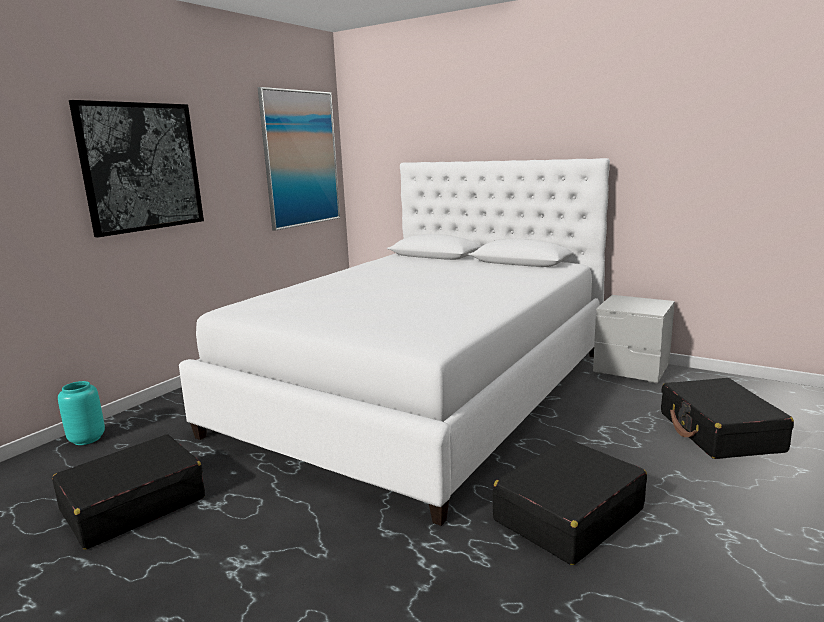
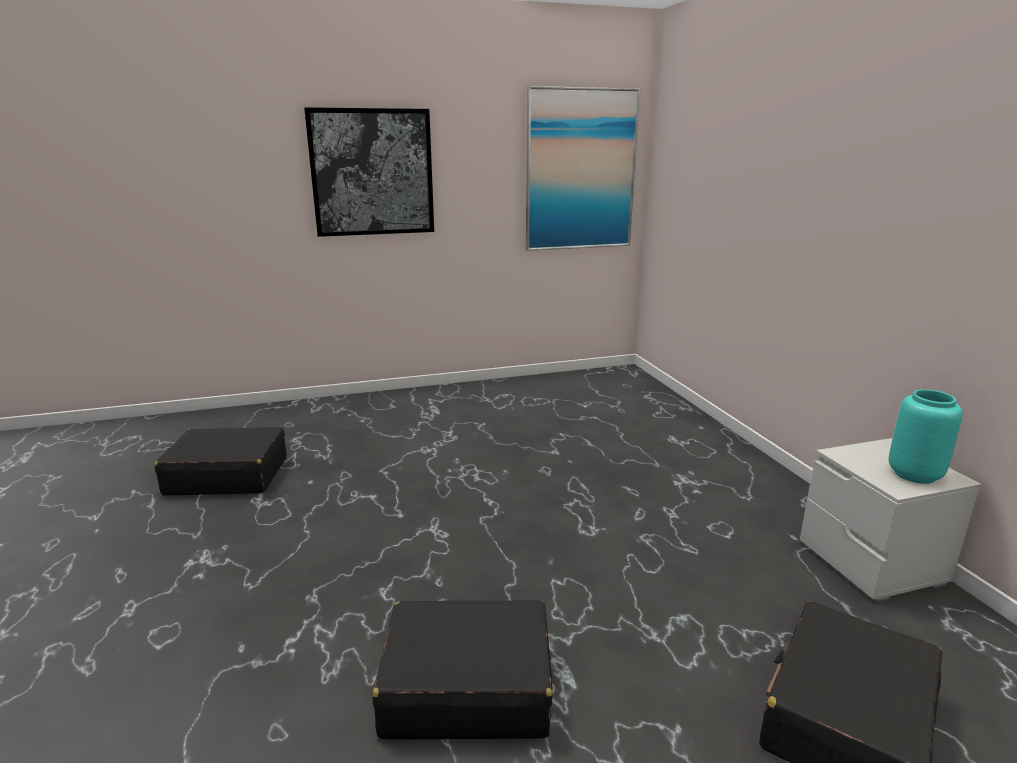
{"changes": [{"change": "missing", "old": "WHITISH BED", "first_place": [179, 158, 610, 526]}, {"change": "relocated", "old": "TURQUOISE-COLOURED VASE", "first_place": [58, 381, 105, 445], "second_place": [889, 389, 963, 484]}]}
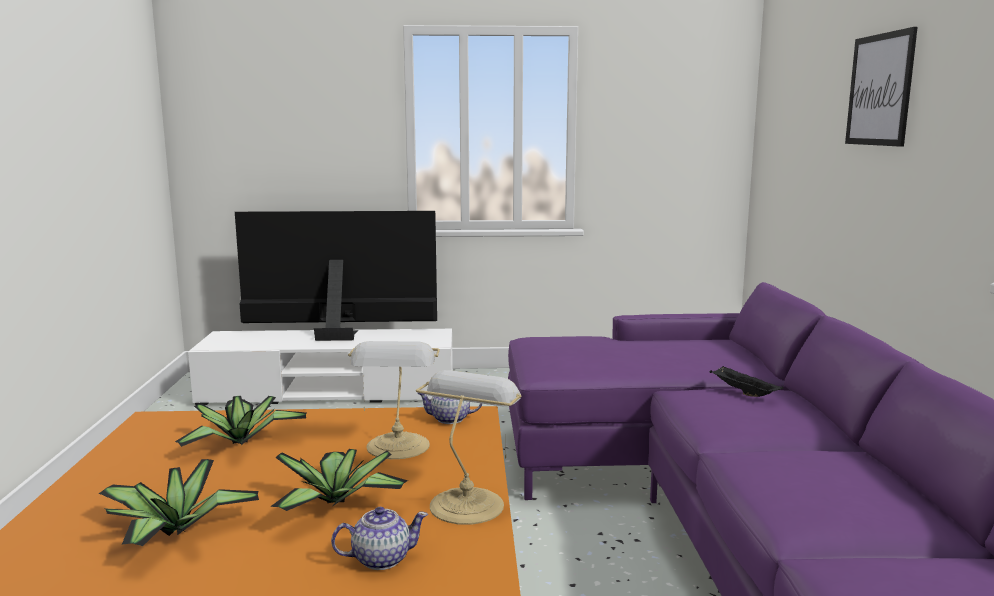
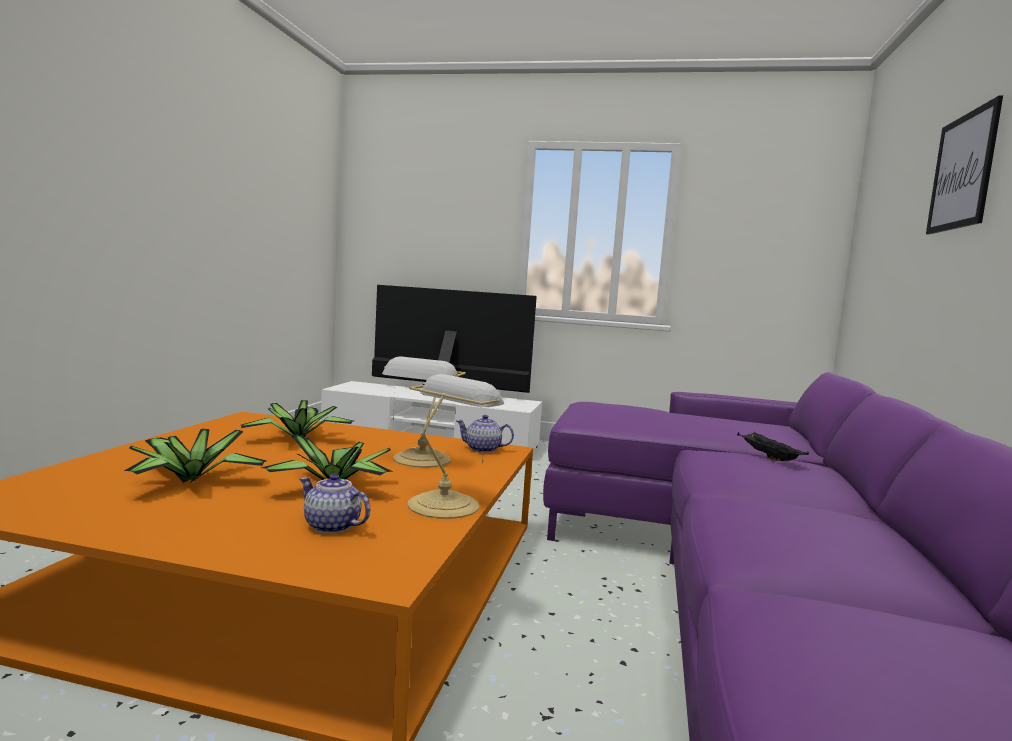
{"changes": [{"change": "spun", "old": "TEA POT", "first_place": [331, 507, 428, 570], "second_place": [300, 474, 370, 534], "degrees": -150}]}
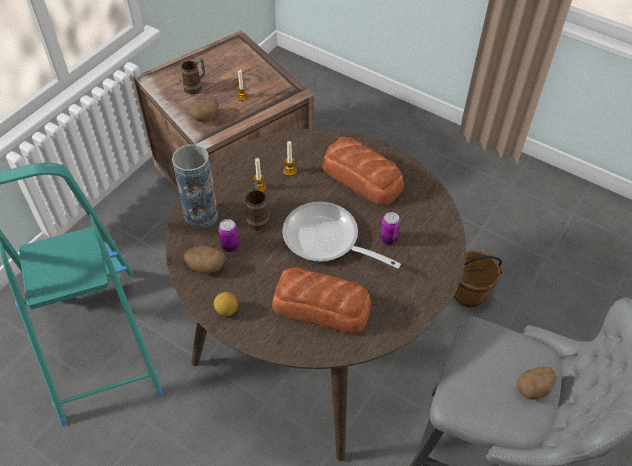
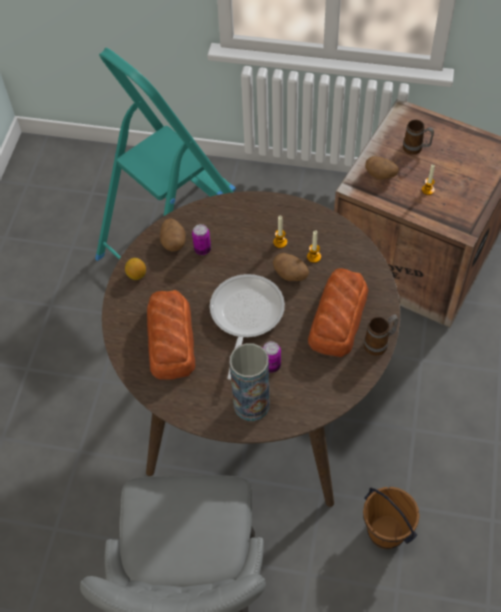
{"changes": [{"change": "relocated", "old": "VASE", "first_place": [172, 144, 218, 229], "second_place": [230, 343, 270, 421]}, {"change": "relocated", "old": "COFFEE MUG", "first_place": [245, 182, 269, 230], "second_place": [364, 315, 399, 356]}, {"change": "relocated", "old": "POTATO", "first_place": [517, 366, 556, 400], "second_place": [273, 253, 309, 281]}]}
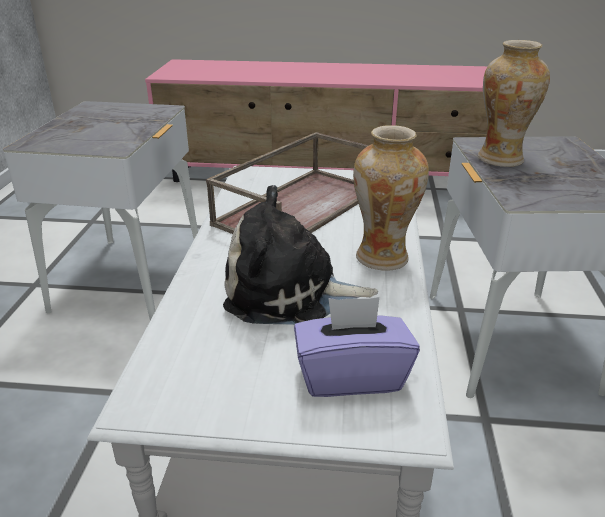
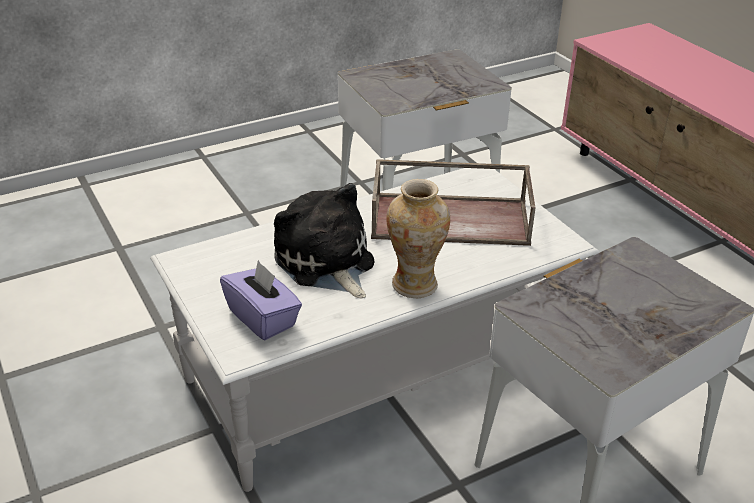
{"changes": [{"change": "missing", "old": "VASE", "first_place": [478, 40, 550, 167]}]}
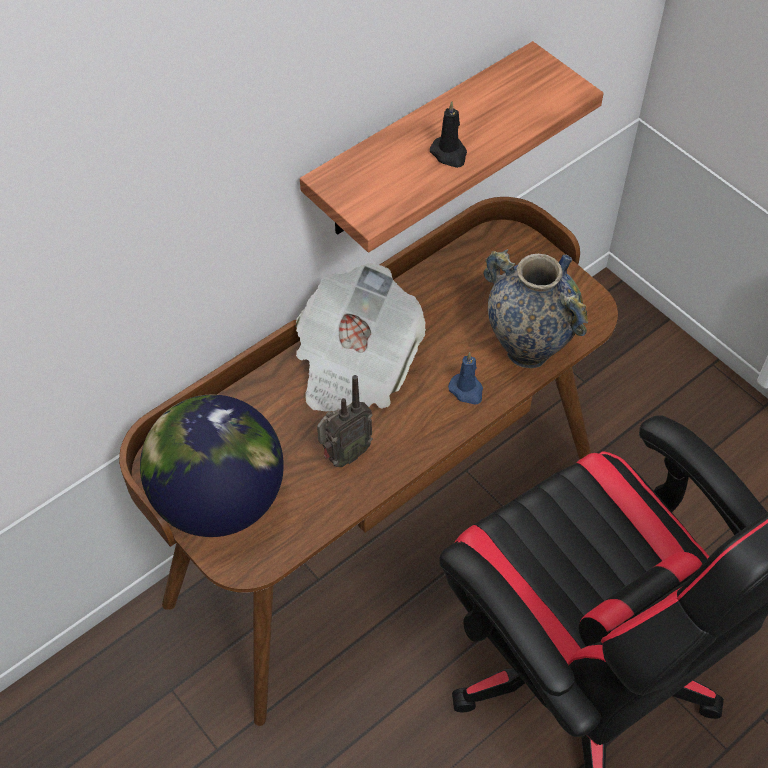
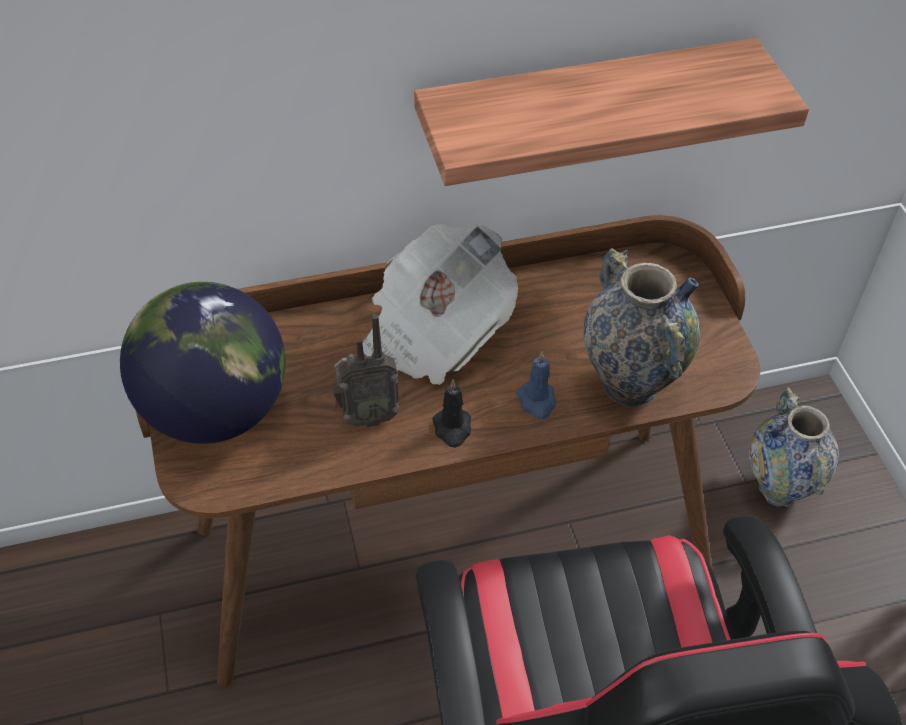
{"changes": [{"change": "relocated", "old": "BLACKISH WAX LIGHT", "first_place": [430, 101, 467, 168], "second_place": [432, 379, 471, 448]}, {"change": "appeared", "new": "VASE", "second_place": [749, 387, 839, 507]}]}
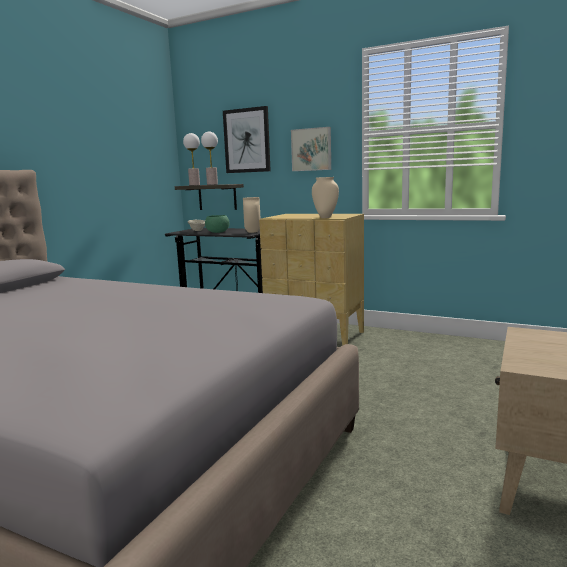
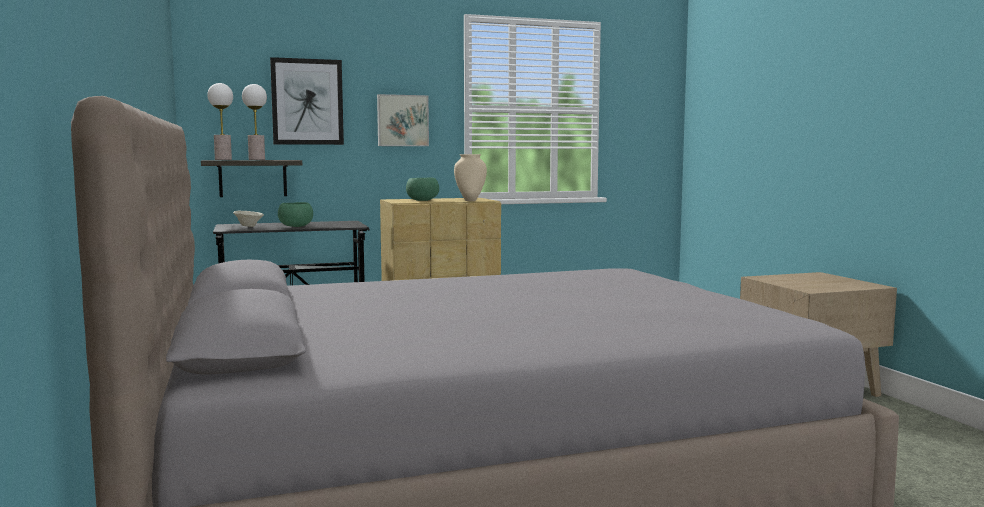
{"changes": [{"change": "missing", "old": "BEIGE-COLOURED VASE", "first_place": [243, 197, 261, 233]}, {"change": "appeared", "new": "GREEN-COLOURED DEEP DISH", "second_place": [406, 177, 439, 201]}]}
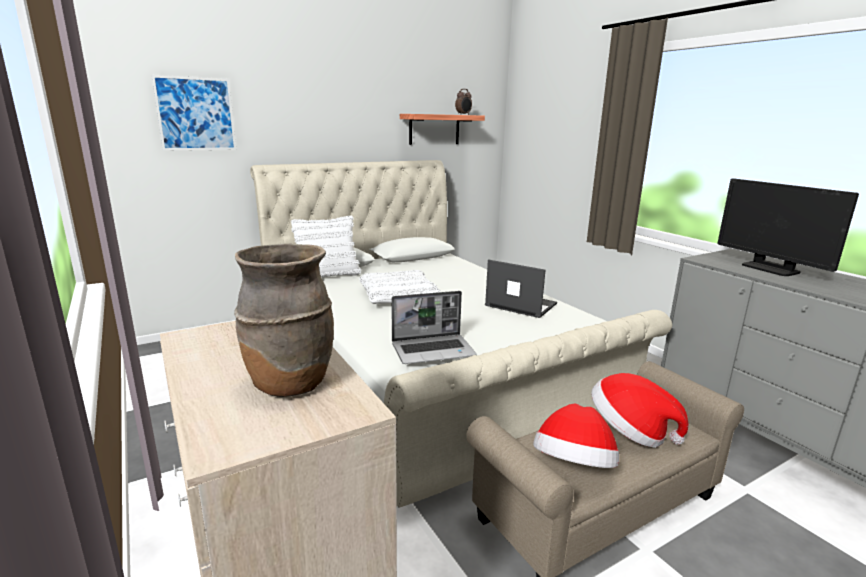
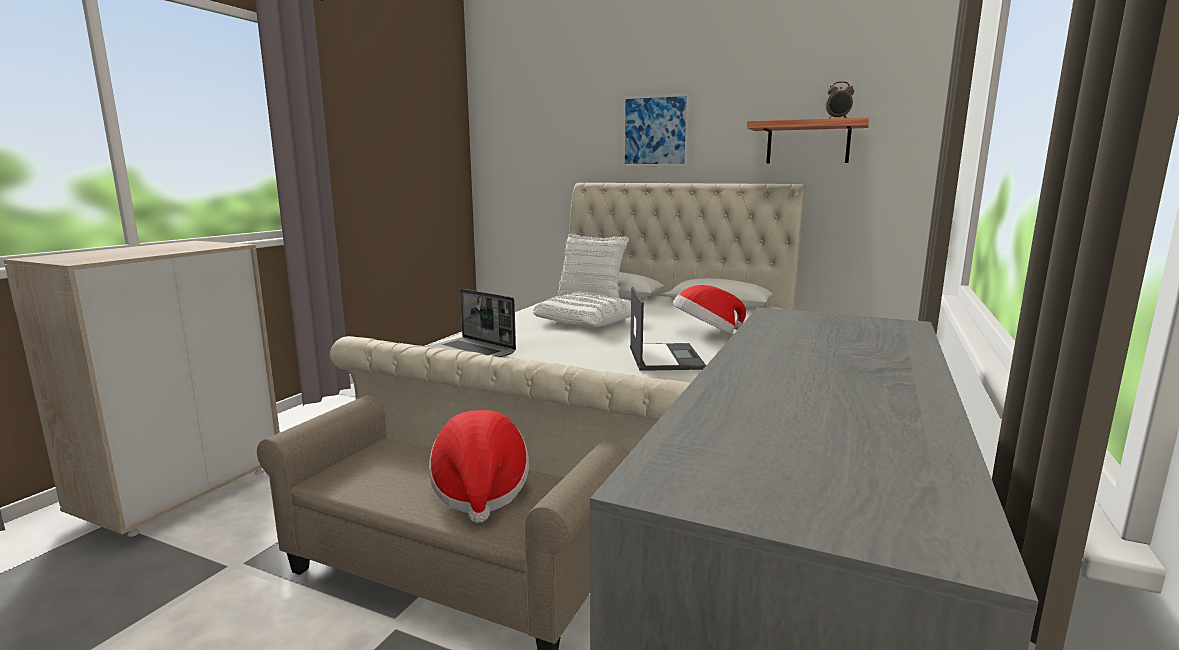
{"changes": [{"change": "relocated", "old": "PICTURE", "first_place": [151, 75, 236, 151], "second_place": [622, 93, 690, 167]}, {"change": "missing", "old": "COMPUTER SCREEN", "first_place": [717, 179, 859, 276]}, {"change": "missing", "old": "BROWNISH VASE", "first_place": [234, 243, 334, 397]}, {"change": "relocated", "old": "CLOTHING HAT", "first_place": [533, 403, 619, 468], "second_place": [672, 285, 746, 334]}]}
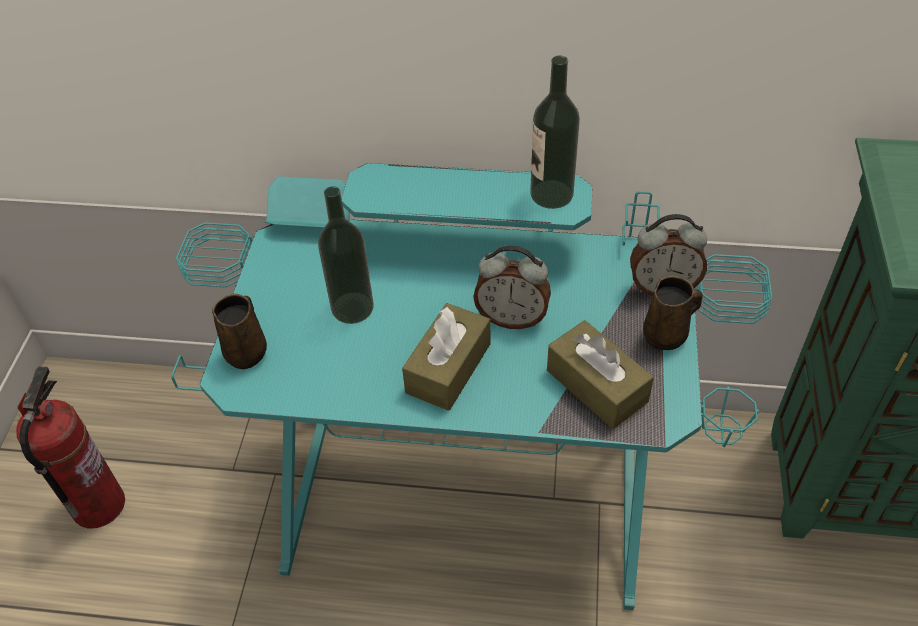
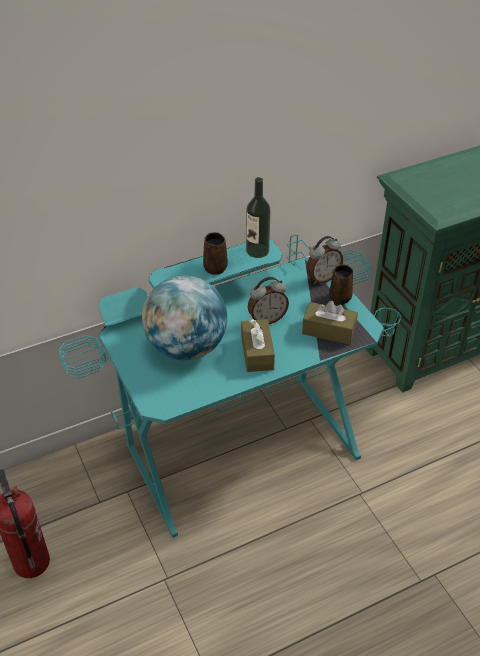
{"changes": [{"change": "exchanged", "old": "DRINK BOTTLE", "new": "GLOBE", "first_place": [318, 186, 374, 324], "second_place": [142, 275, 227, 361]}, {"change": "relocated", "old": "BROWNISH COFFEE MUG", "first_place": [212, 294, 267, 369], "second_place": [203, 232, 228, 275]}]}
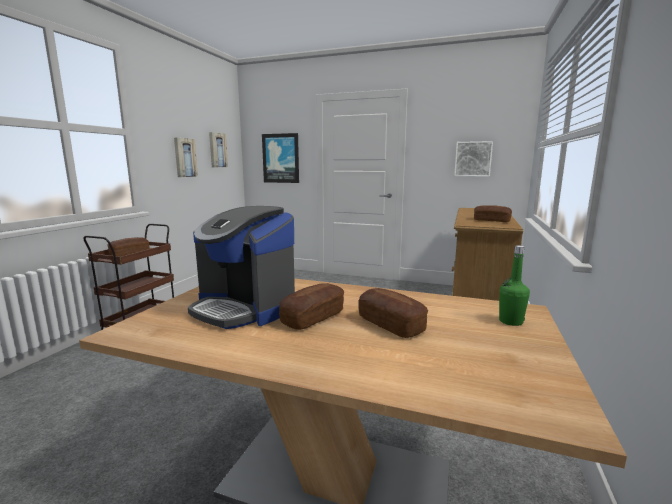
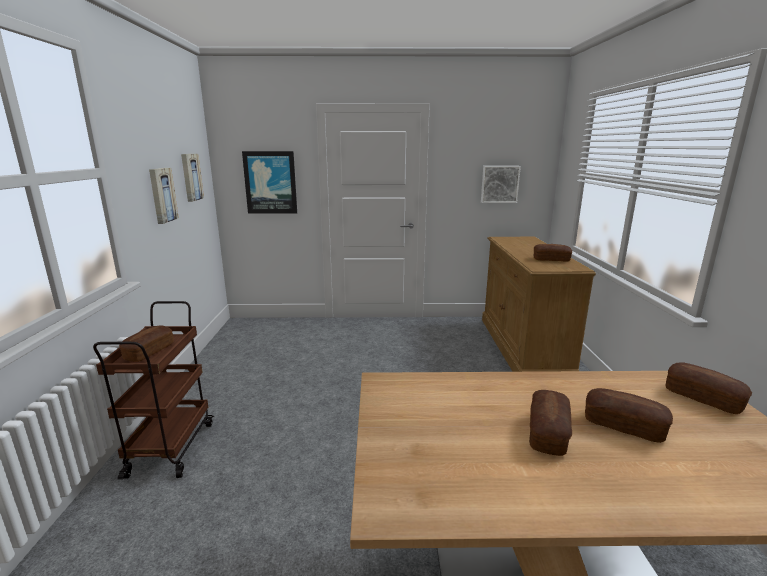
{"changes": [{"change": "missing", "old": "COFFEE MAKER", "first_place": [188, 206, 295, 329]}, {"change": "exchanged", "old": "GREEN-COLOURED DRINK BOTTLE", "new": "BREAD", "first_place": [499, 245, 530, 326], "second_place": [665, 362, 752, 414]}]}
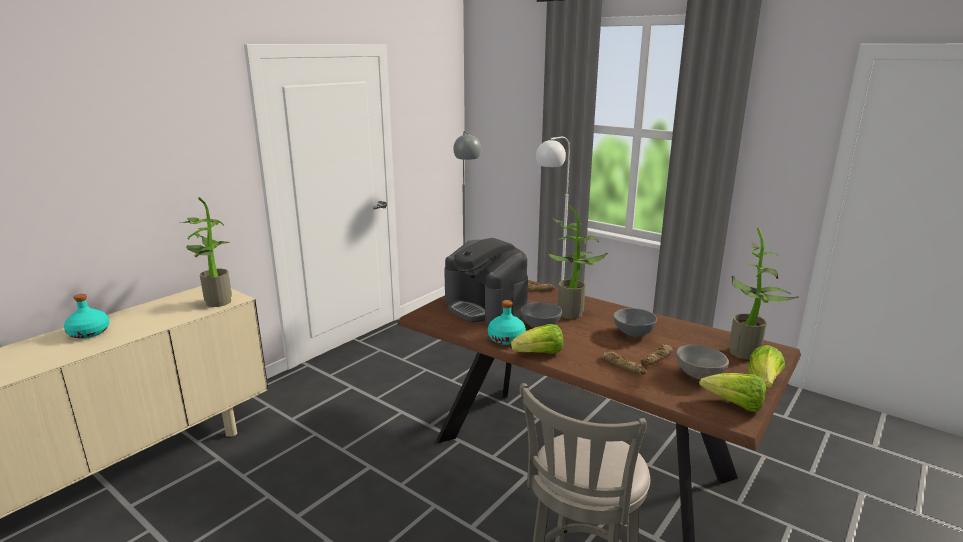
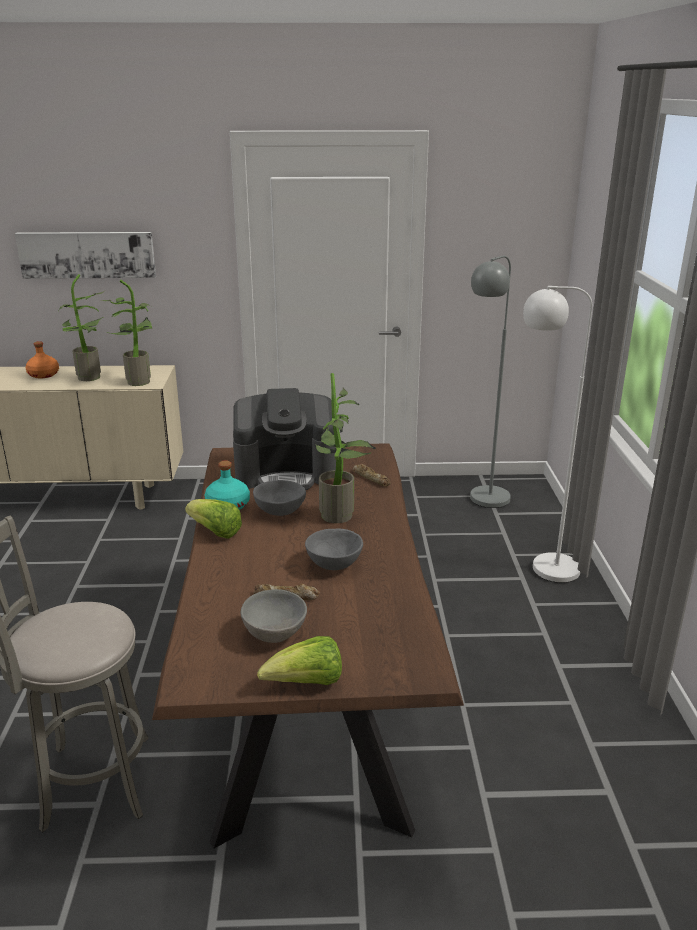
{"changes": [{"change": "relocated", "old": "PLANT IN A POT", "first_place": [729, 228, 799, 360], "second_place": [59, 274, 106, 381]}, {"change": "spun", "old": "COFFEE MAKER", "first_place": [444, 238, 528, 326], "second_place": [233, 388, 336, 490], "degrees": -105}, {"change": "colour", "old": "TURQUOISE-COLOURED DRINK BOTTLE", "new": "ORANGE-COLOURED DRINK BOTTLE", "first_place": [64, 294, 110, 339], "second_place": [26, 341, 59, 378]}, {"change": "missing", "old": "BREAD", "first_place": [602, 351, 647, 375]}, {"change": "missing", "old": "LETTUCE", "first_place": [699, 373, 766, 412]}, {"change": "appeared", "new": "PICTURE", "second_place": [15, 232, 156, 279]}]}
